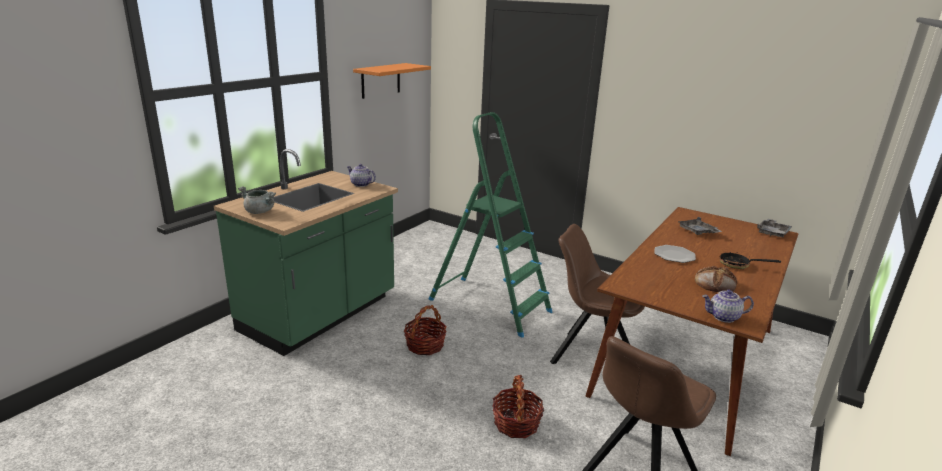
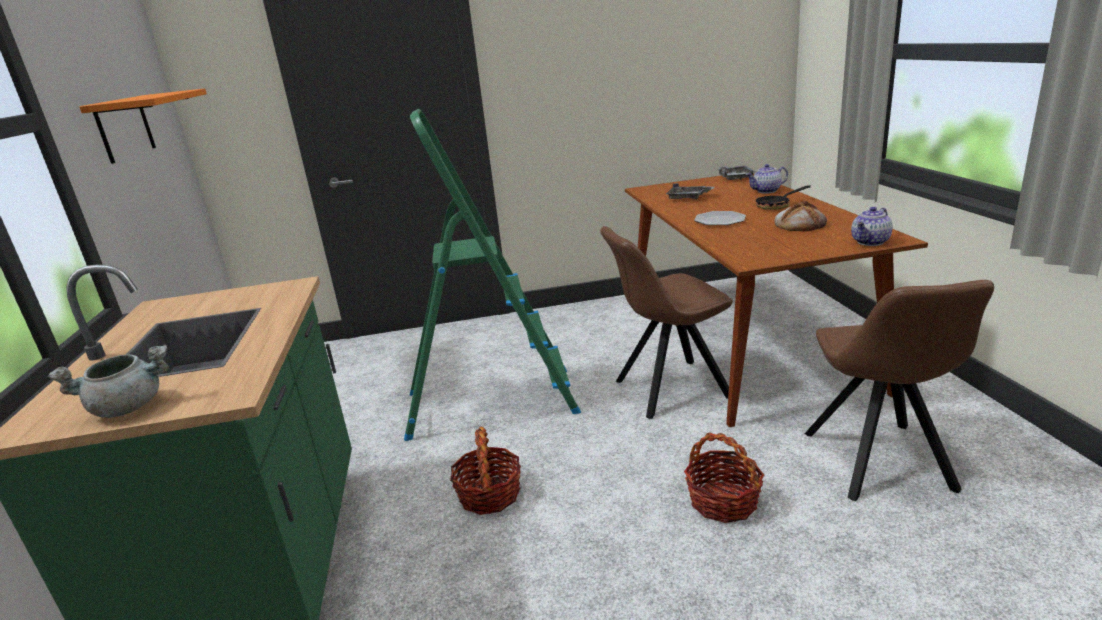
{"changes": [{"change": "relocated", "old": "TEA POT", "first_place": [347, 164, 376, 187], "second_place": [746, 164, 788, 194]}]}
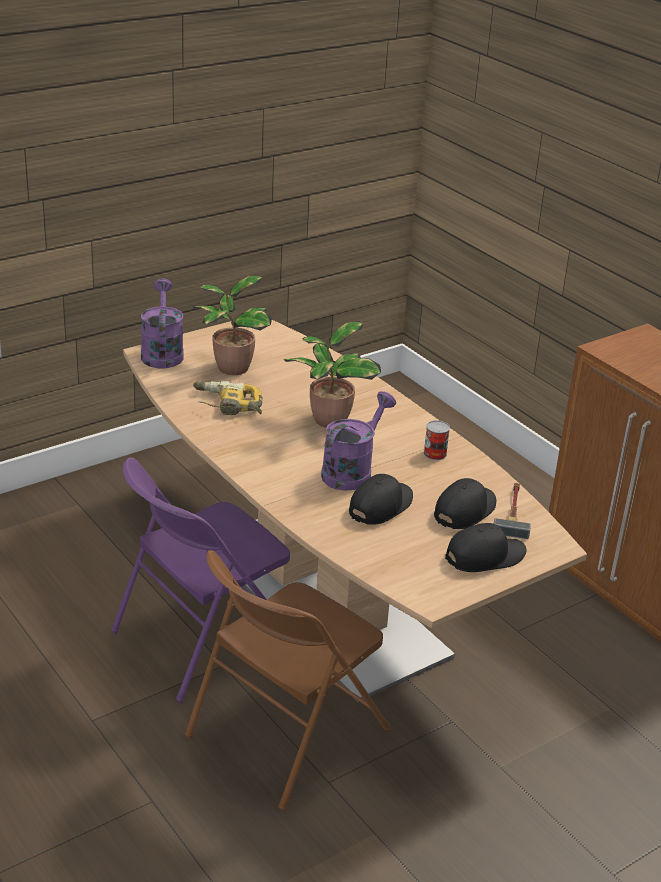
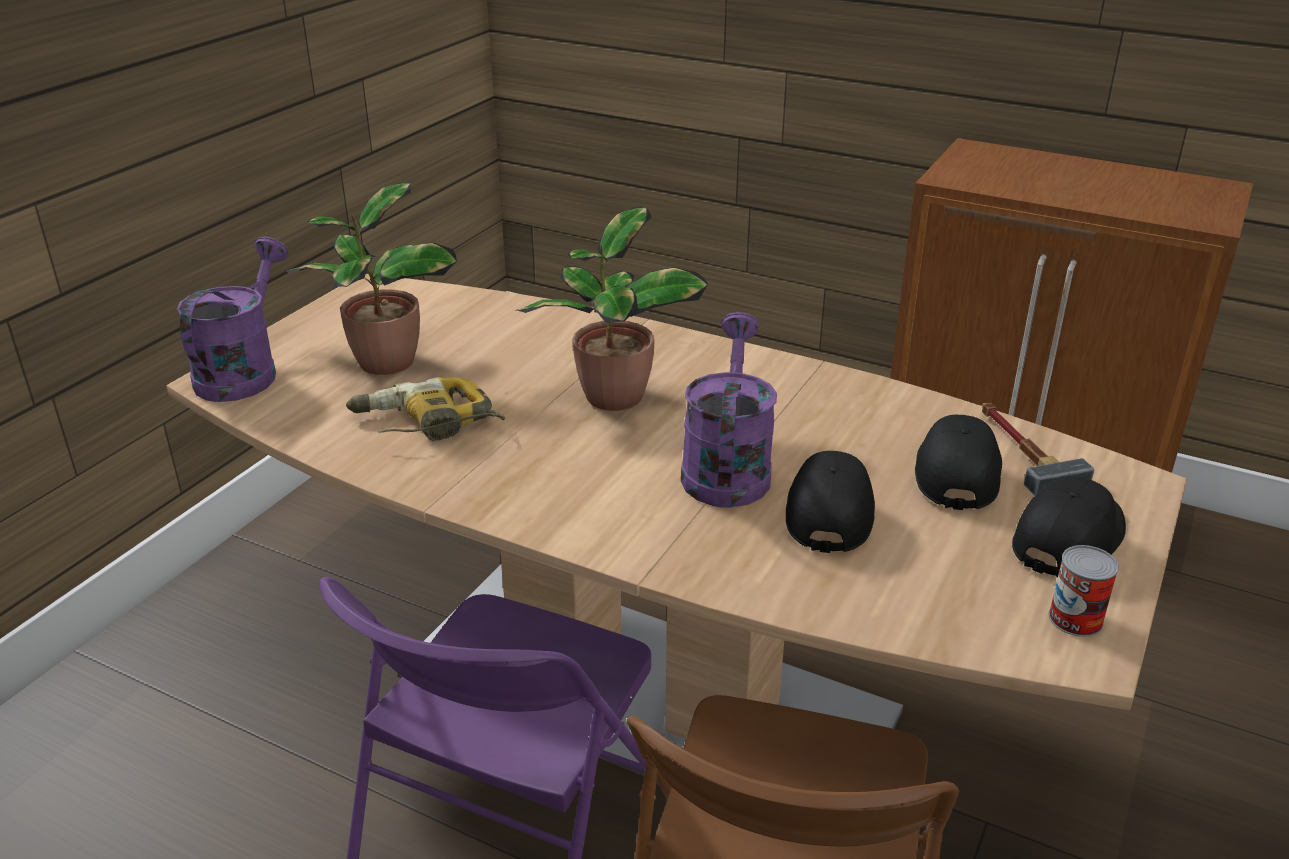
{"changes": [{"change": "spun", "old": "PURPLE-COLOURED WATERING CAN", "first_place": [141, 279, 184, 369], "second_place": [177, 237, 289, 402], "degrees": 45}, {"change": "relocated", "old": "SEALED CAN", "first_place": [424, 420, 450, 460], "second_place": [1049, 545, 1119, 637]}]}
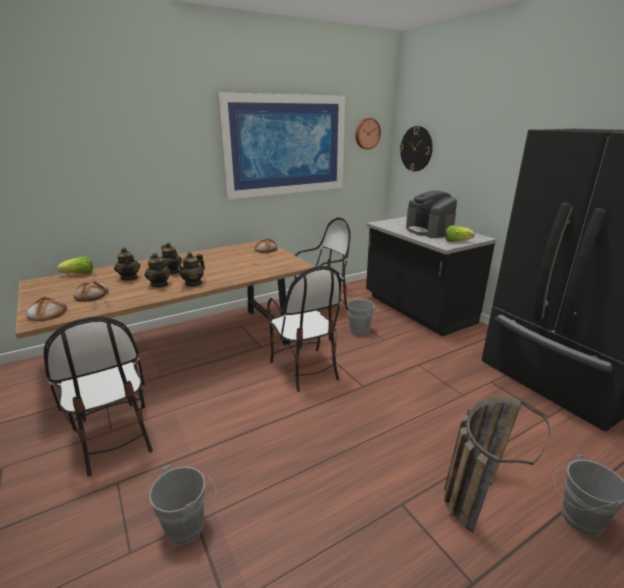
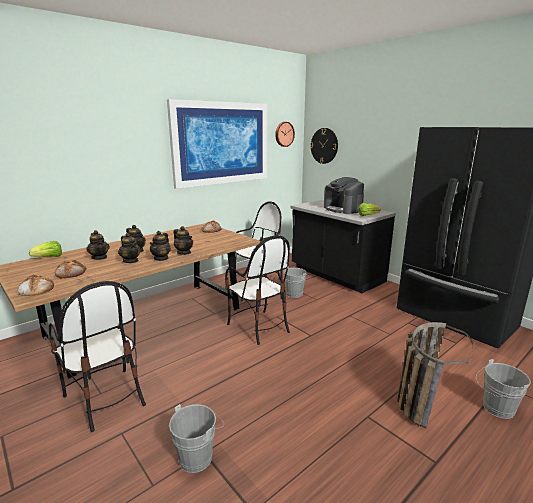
{"changes": [{"change": "appeared", "new": "TEA POT", "second_place": [174, 226, 193, 255]}]}
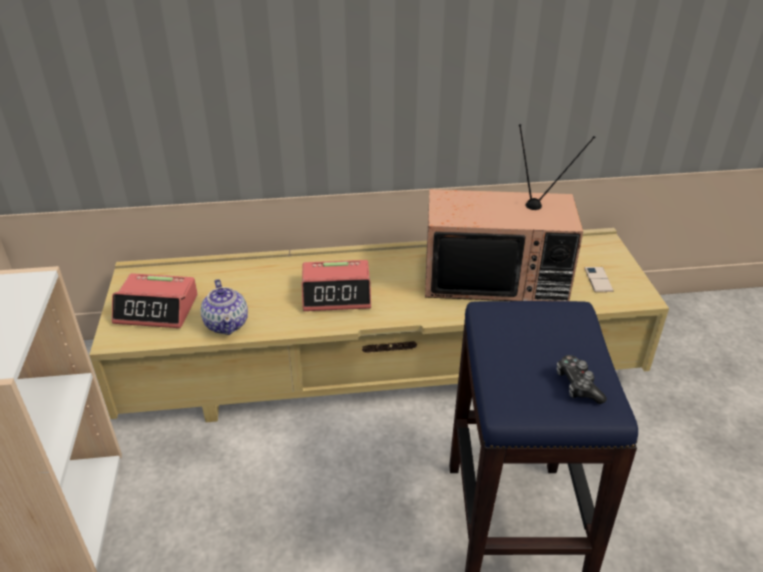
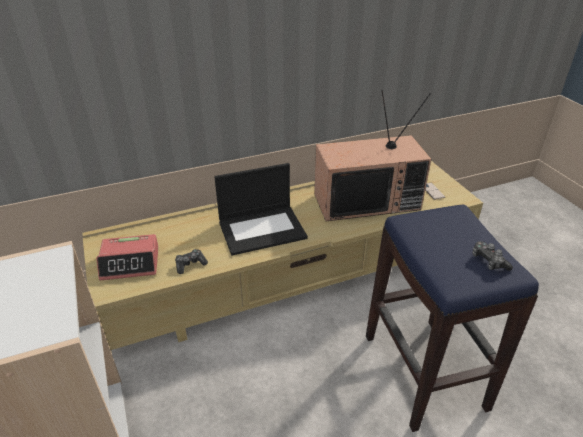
{"changes": [{"change": "exchanged", "old": "TABLE CLOCK", "new": "LAPTOP", "first_place": [301, 260, 371, 311], "second_place": [214, 163, 308, 256]}, {"change": "exchanged", "old": "TEA POT", "new": "GAME CONTROLLER", "first_place": [200, 279, 248, 335], "second_place": [175, 249, 208, 274]}]}
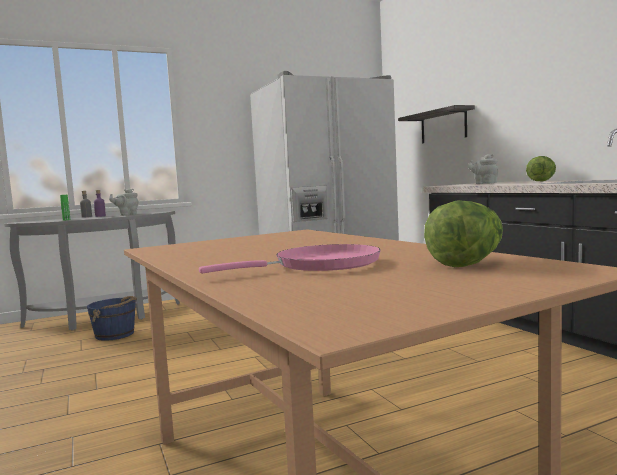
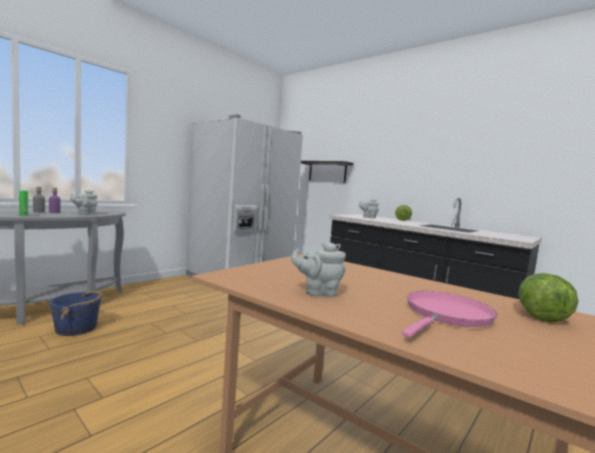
{"changes": [{"change": "appeared", "new": "GREYISH TEA POT", "second_place": [291, 242, 346, 297]}]}
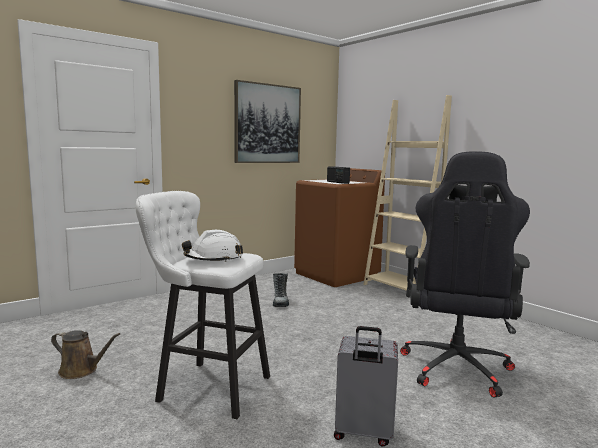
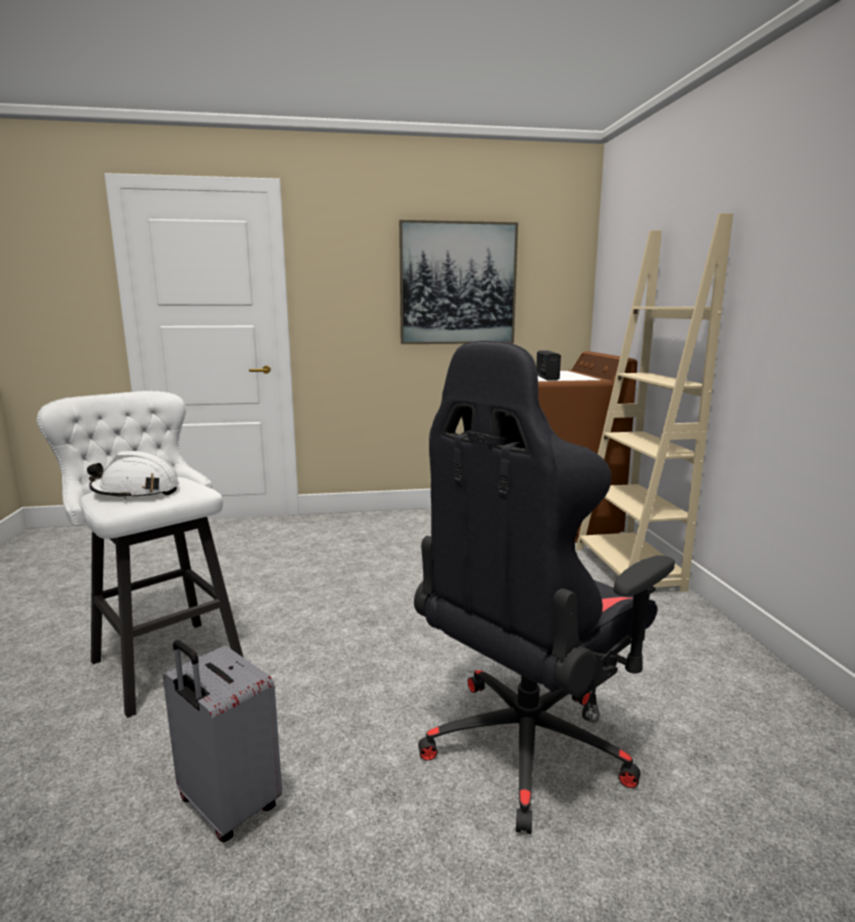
{"changes": [{"change": "missing", "old": "BOOT", "first_place": [273, 273, 289, 307]}, {"change": "missing", "old": "BROWNISH WATERING CAN", "first_place": [51, 330, 120, 379]}]}
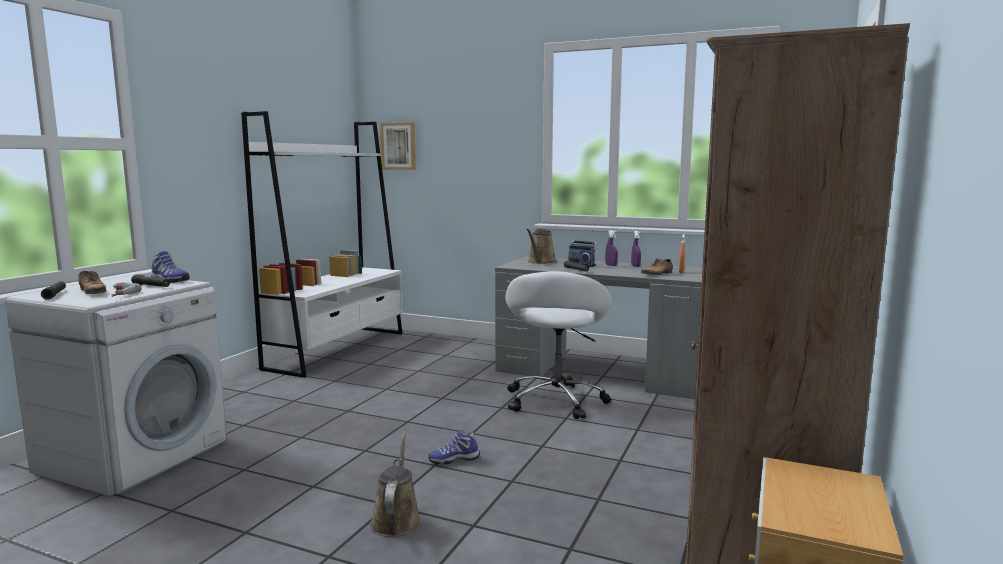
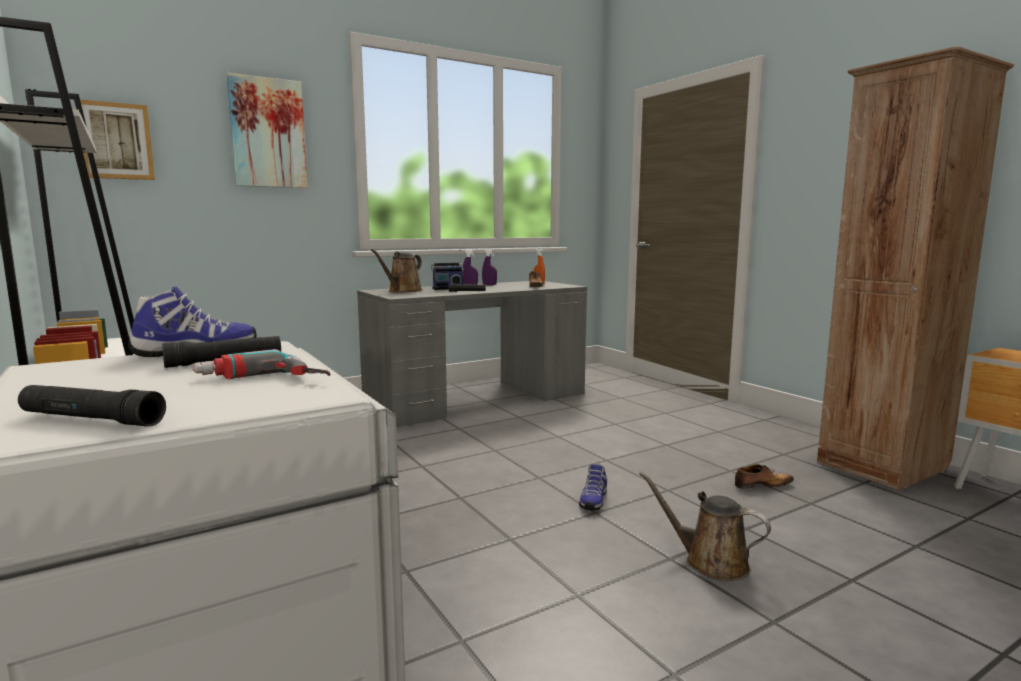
{"changes": [{"change": "spun", "old": "BROWNISH WATERING CAN", "first_place": [526, 229, 557, 264], "second_place": [371, 249, 422, 293], "degrees": 60}, {"change": "relocated", "old": "SHOE", "first_place": [78, 271, 107, 294], "second_place": [735, 464, 794, 489]}, {"change": "missing", "old": "WHITISH DESK CHAIR", "first_place": [505, 271, 612, 419]}, {"change": "appeared", "new": "PICTURE", "second_place": [226, 73, 308, 188]}]}
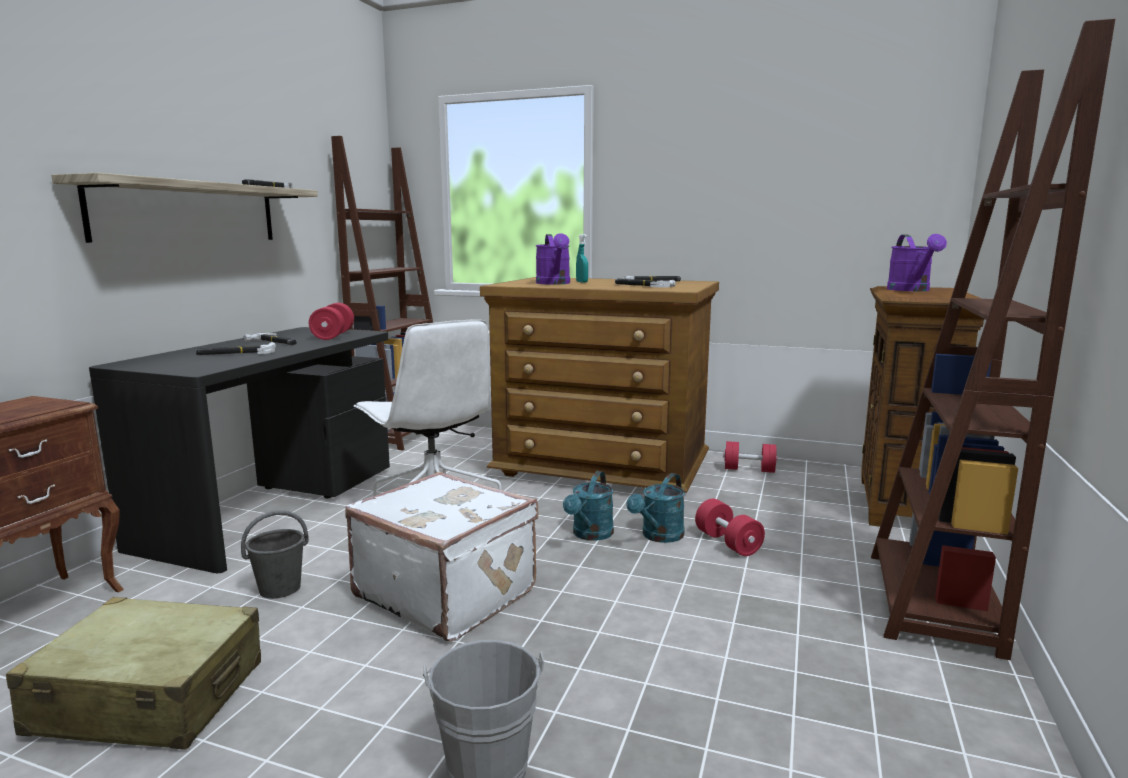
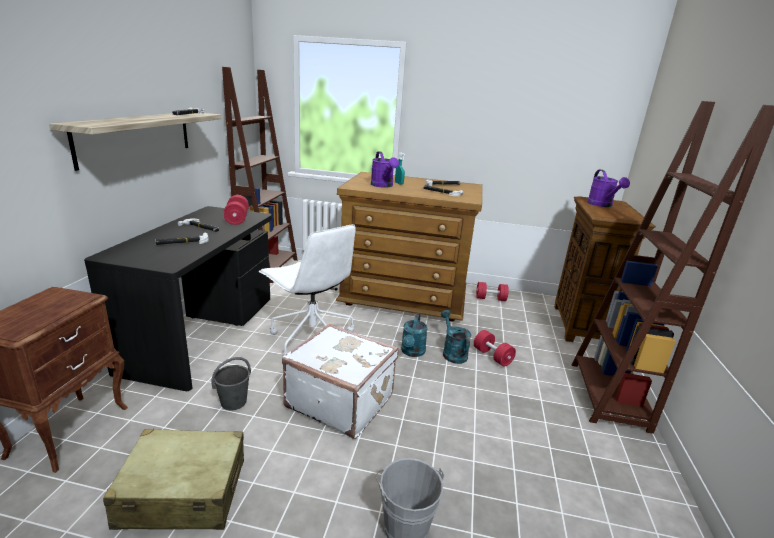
{"changes": [{"change": "spun", "old": "TURQUOISE-COLOURED WATERING CAN", "first_place": [626, 473, 685, 543], "second_place": [441, 310, 471, 364], "degrees": 135}]}
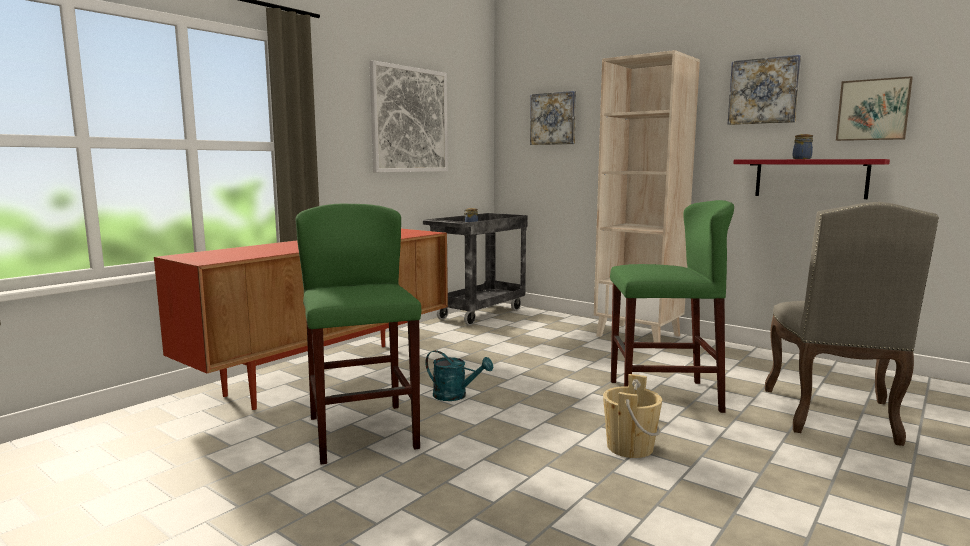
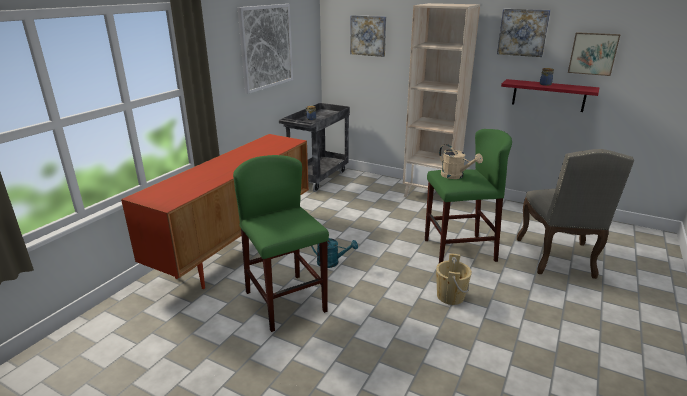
{"changes": [{"change": "appeared", "new": "BEIGE-COLOURED WATERING CAN", "second_place": [439, 144, 483, 179]}]}
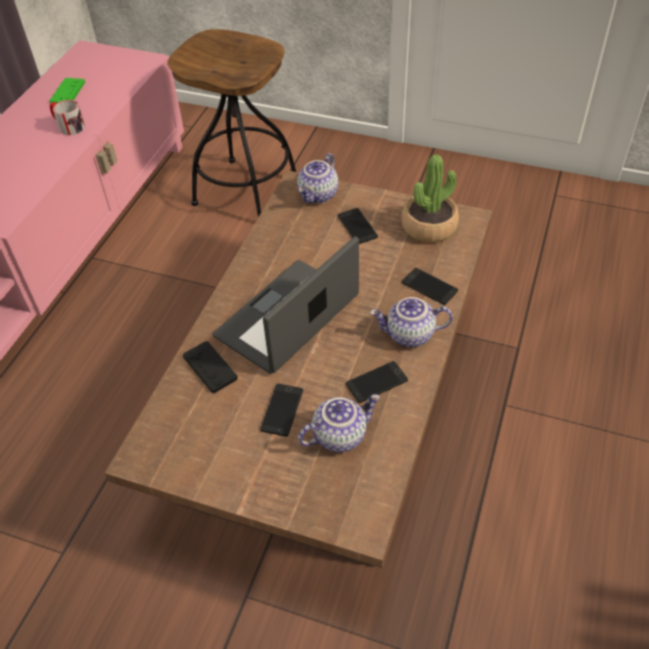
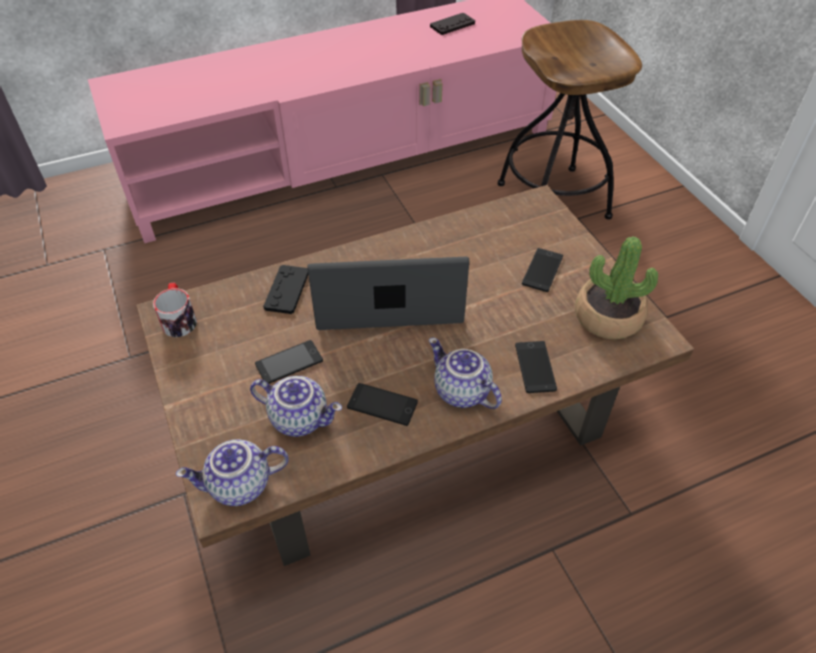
{"changes": [{"change": "colour", "old": "GREEN-COLOURED GAME CONTROLLER", "new": "BLACKISH GAME CONTROLLER", "first_place": [49, 78, 85, 104], "second_place": [430, 13, 475, 35]}, {"change": "relocated", "old": "COFFEE MUG", "first_place": [50, 100, 85, 135], "second_place": [153, 283, 197, 337]}, {"change": "relocated", "old": "TEA POT", "first_place": [297, 153, 338, 203], "second_place": [176, 439, 289, 506]}]}
